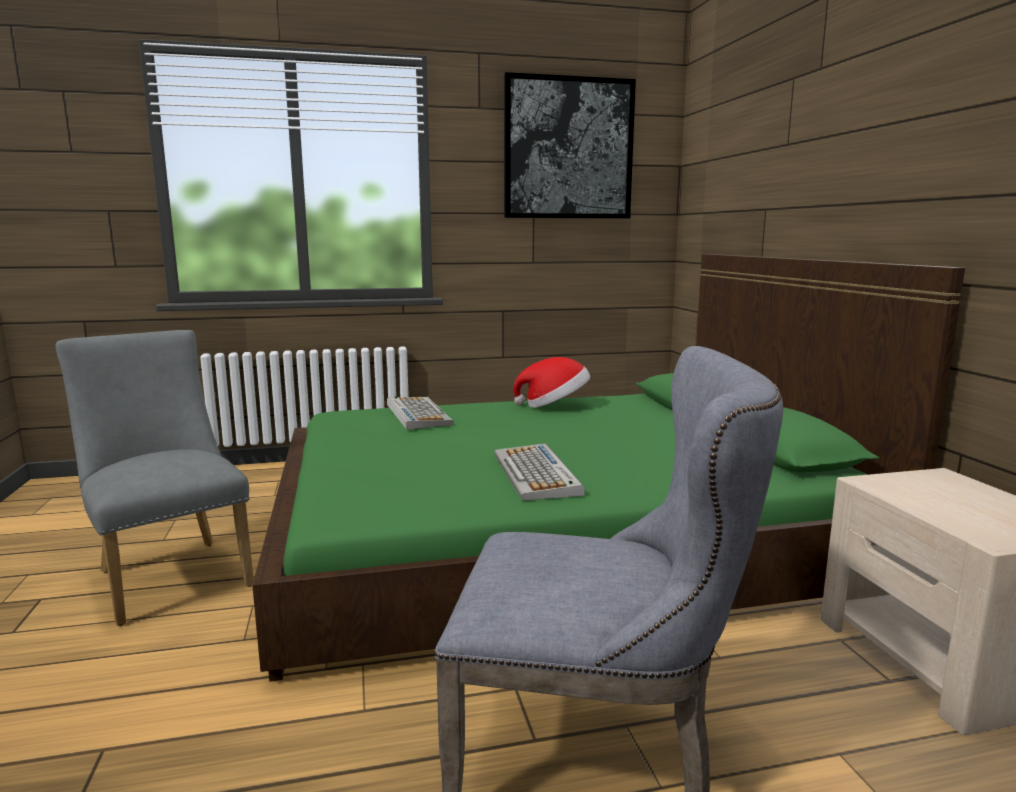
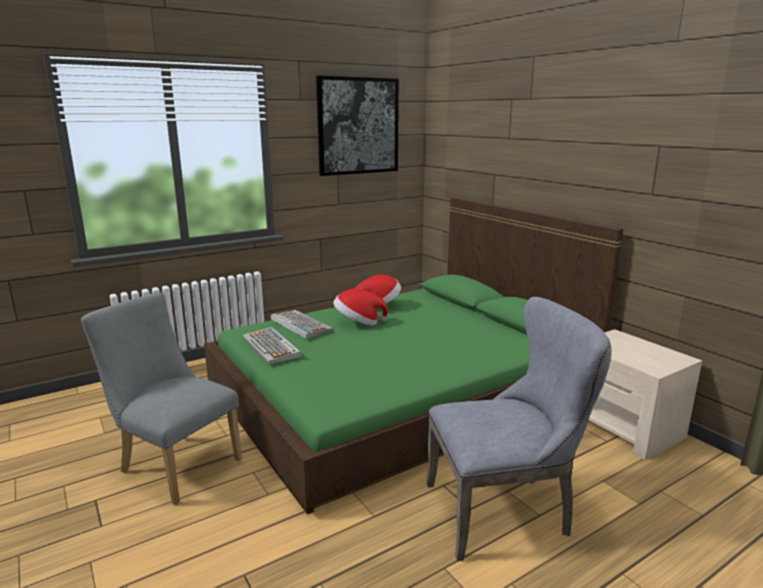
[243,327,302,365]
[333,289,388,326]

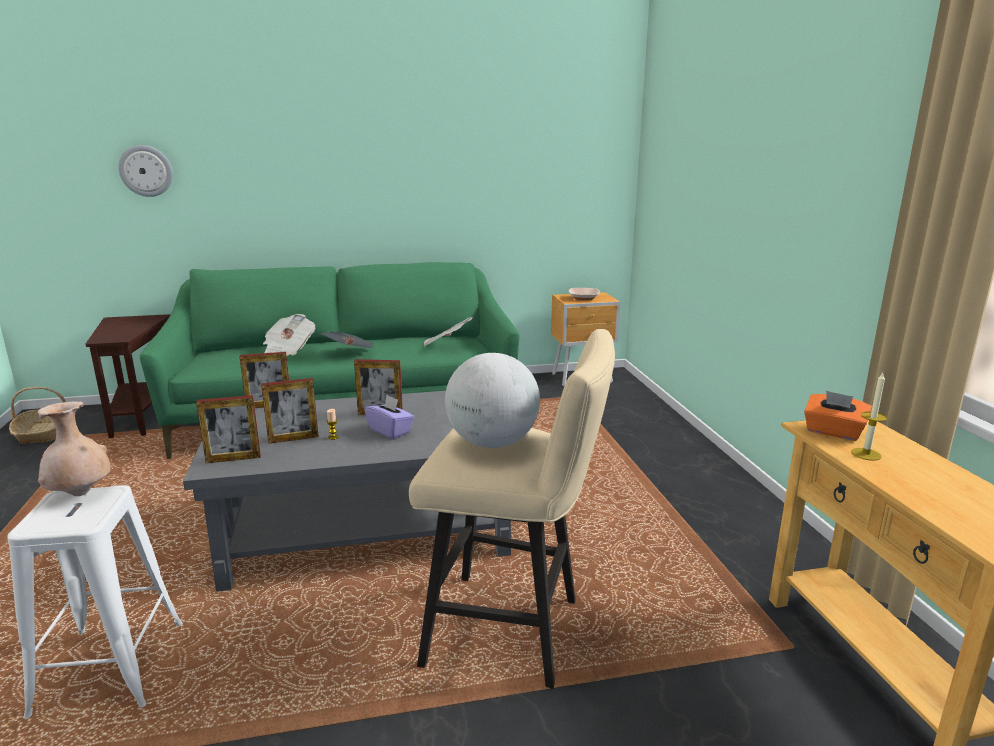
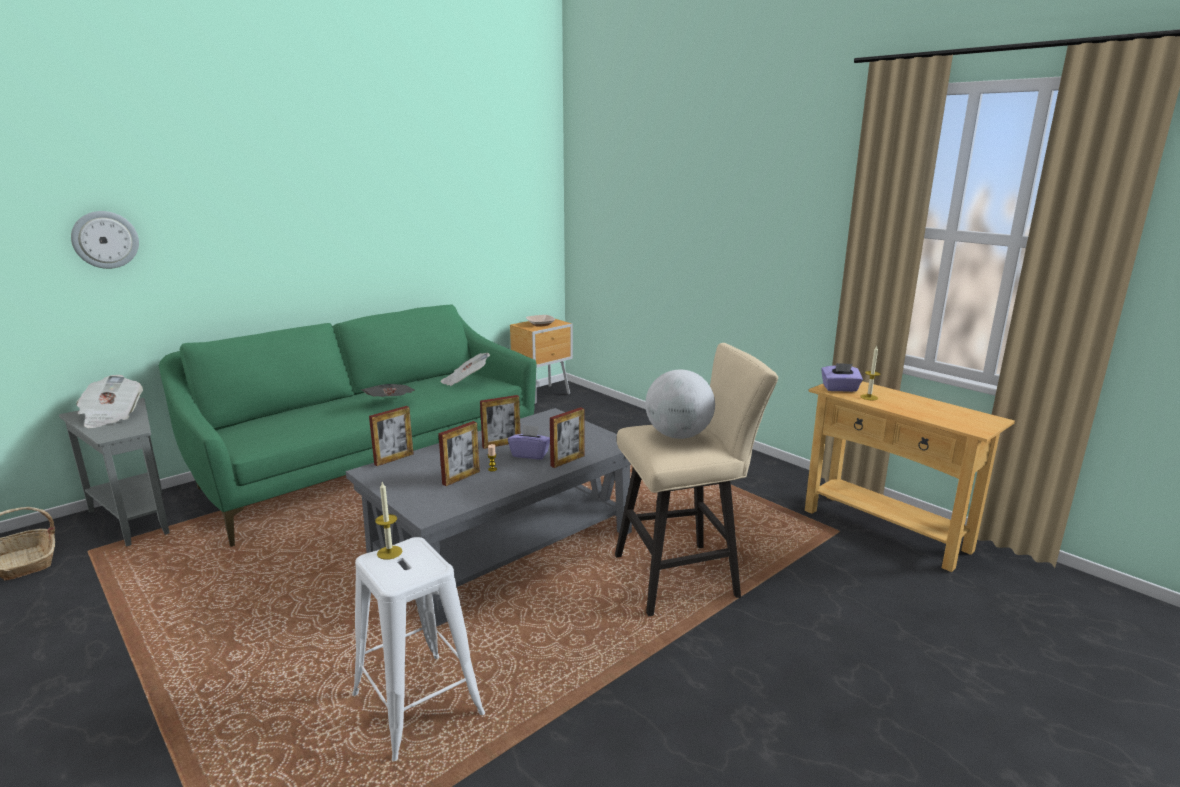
[59,398,170,547]
[76,375,143,428]
[821,363,863,392]
[550,407,584,468]
[375,482,402,560]

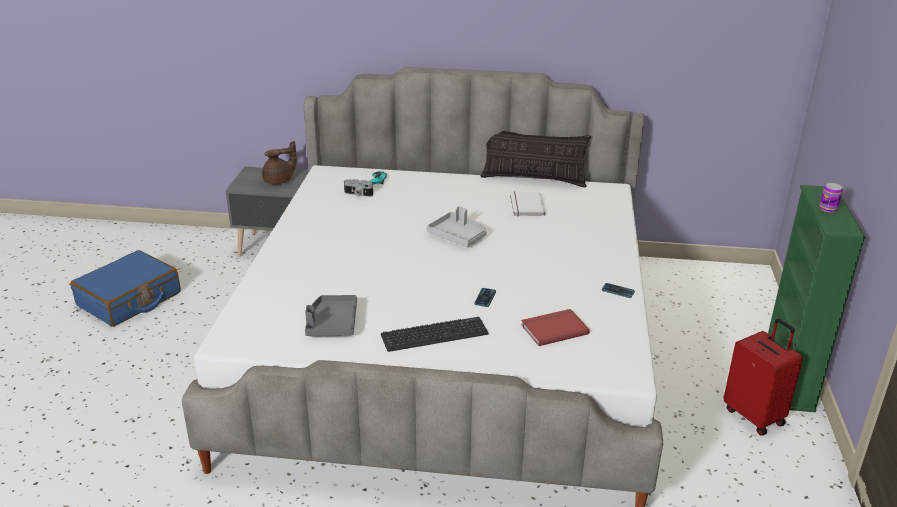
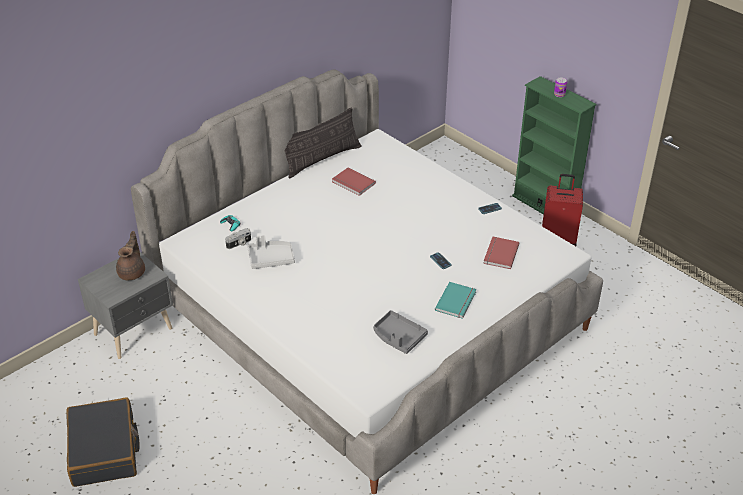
[332,168,376,196]
[247,235,295,269]
[67,397,139,487]
[435,282,476,319]

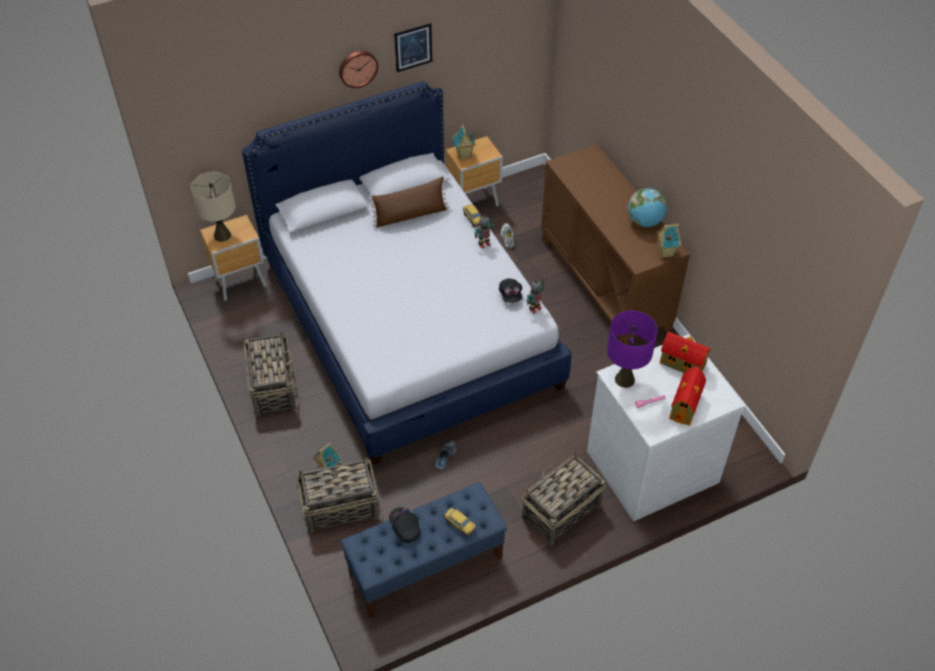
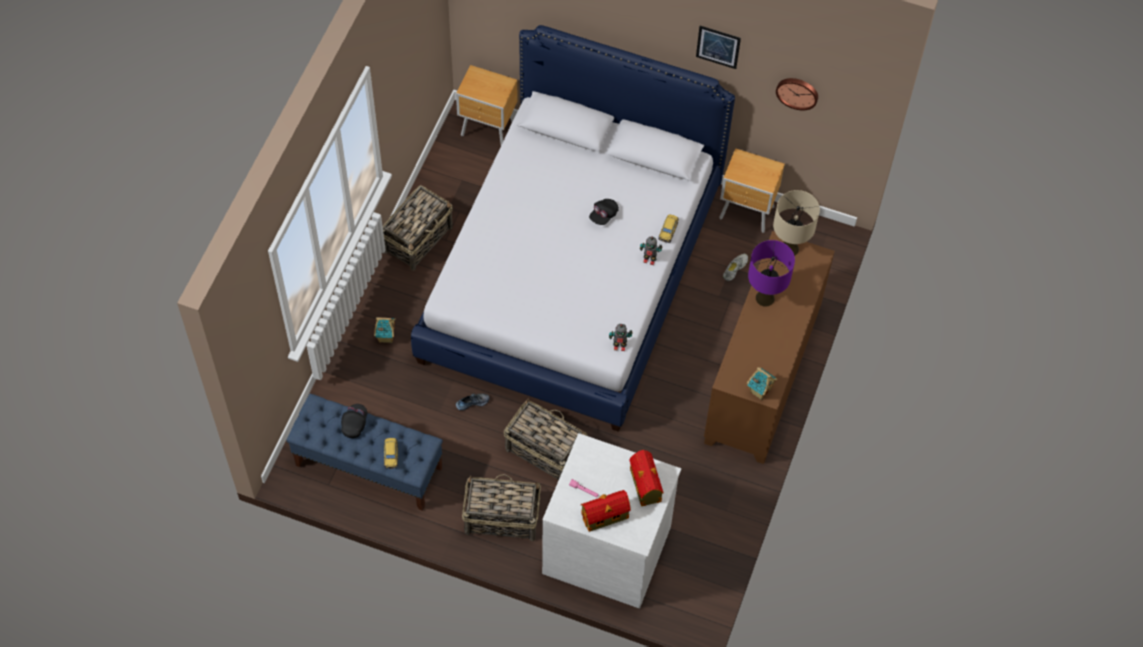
[776,78,818,110]
[453,124,476,160] (first image)
[773,190,820,256]
[369,177,449,227] (first image)
[628,188,667,227] (first image)
[589,199,619,225]
[748,240,795,307]
[504,399,587,480]

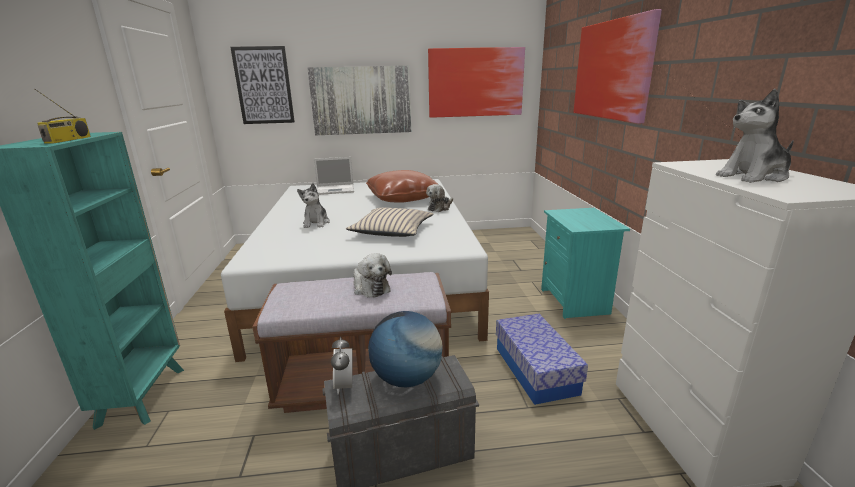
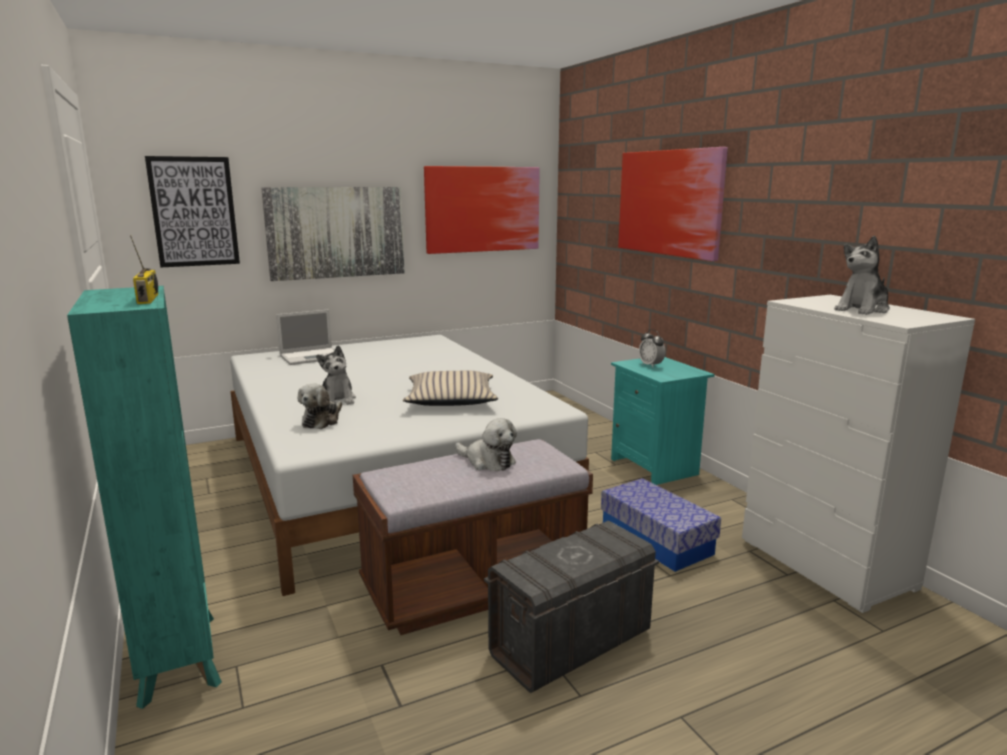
[366,170,438,202] (first image)
[298,383,342,429]
[368,311,443,387] (first image)
[639,329,666,367]

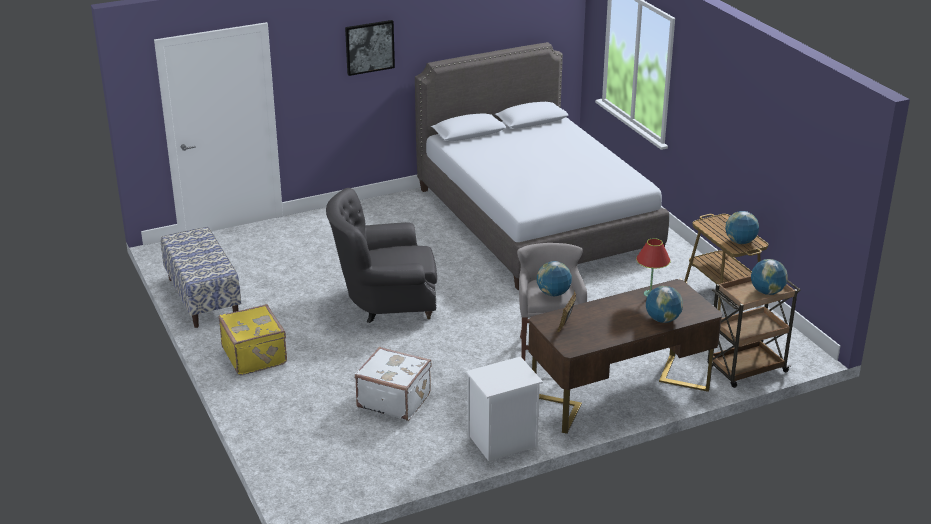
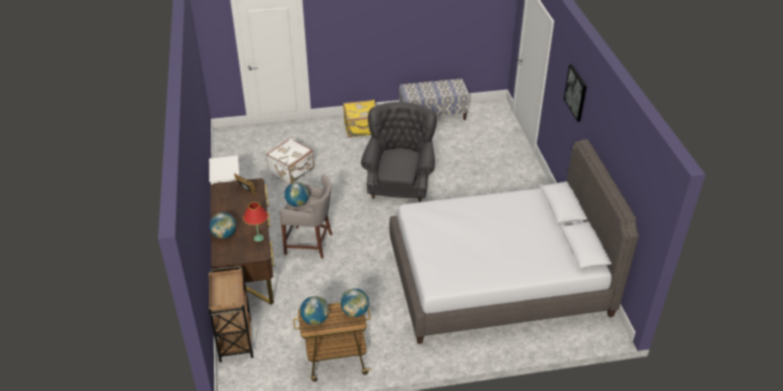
[341,288,369,317]

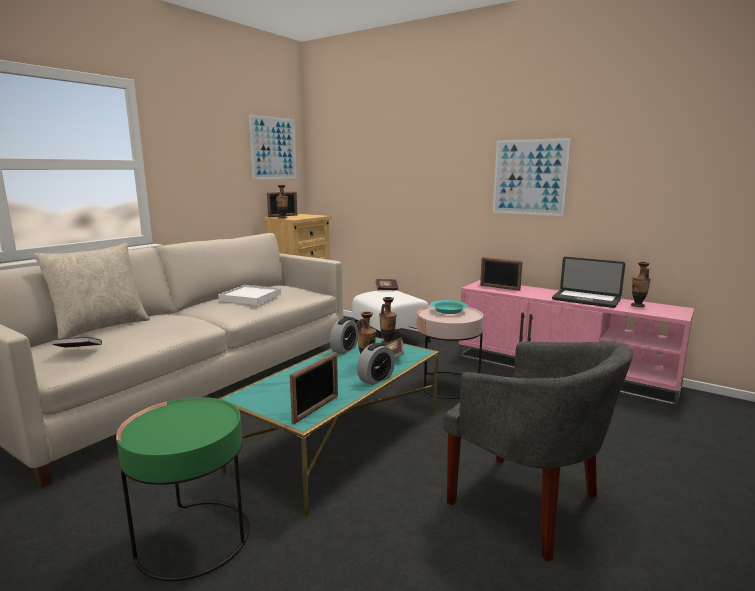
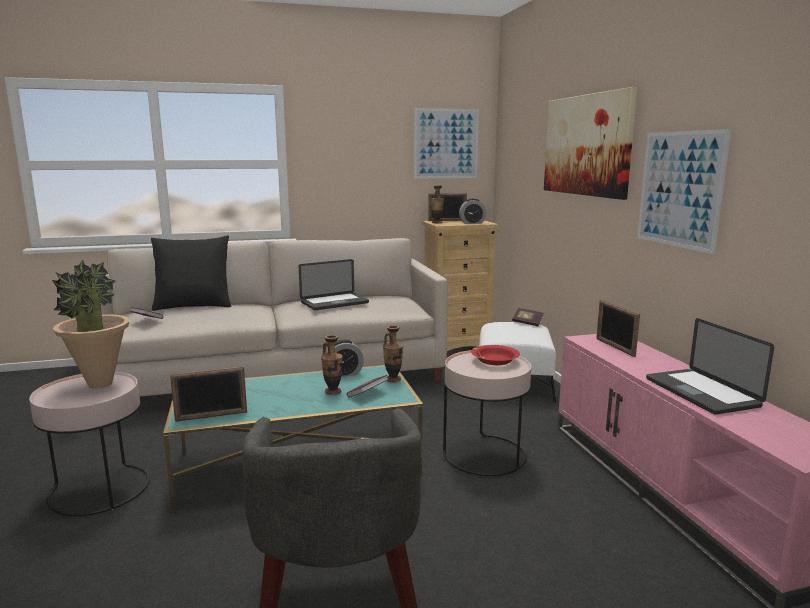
[151,236,232,311]
[631,262,651,307] (first image)
[299,259,369,310]
[471,345,520,365]
[459,199,487,224]
[29,372,150,516]
[544,87,637,200]
[52,260,130,389]

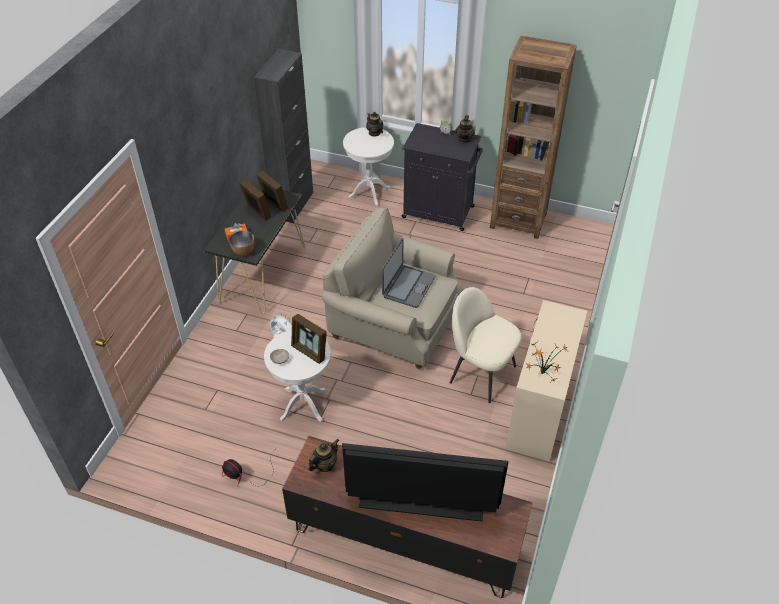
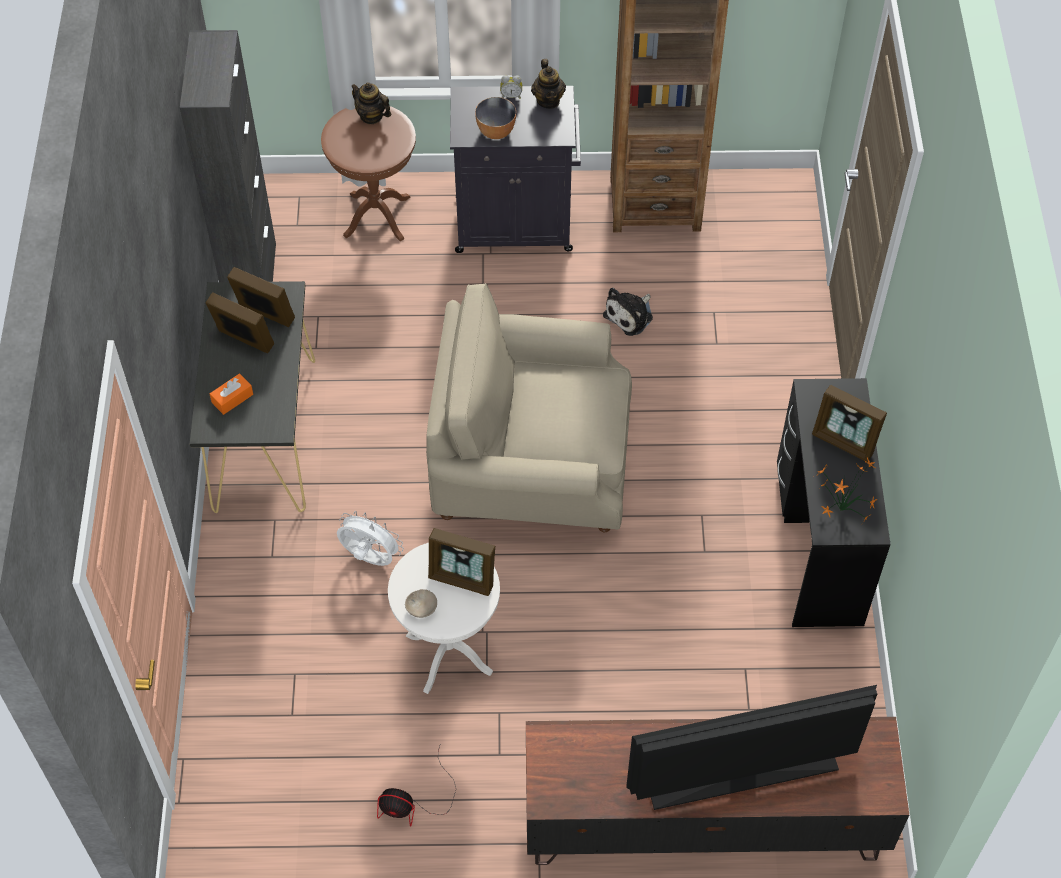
[321,106,416,241]
[475,97,516,139]
[382,238,436,308] (first image)
[450,287,522,403] (first image)
[777,378,891,627]
[309,439,339,472] (first image)
[603,288,653,336]
[812,385,887,462]

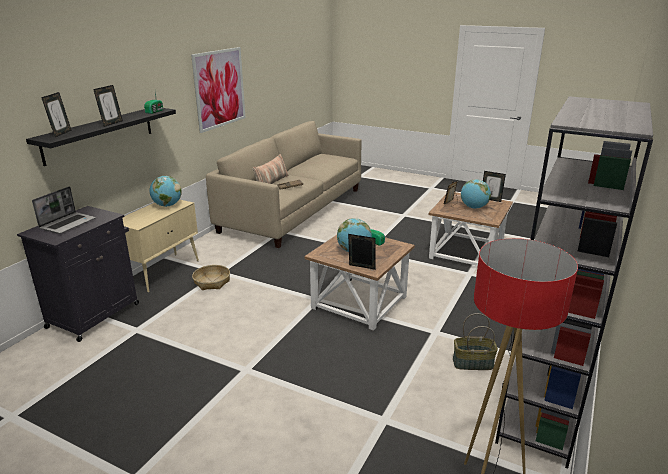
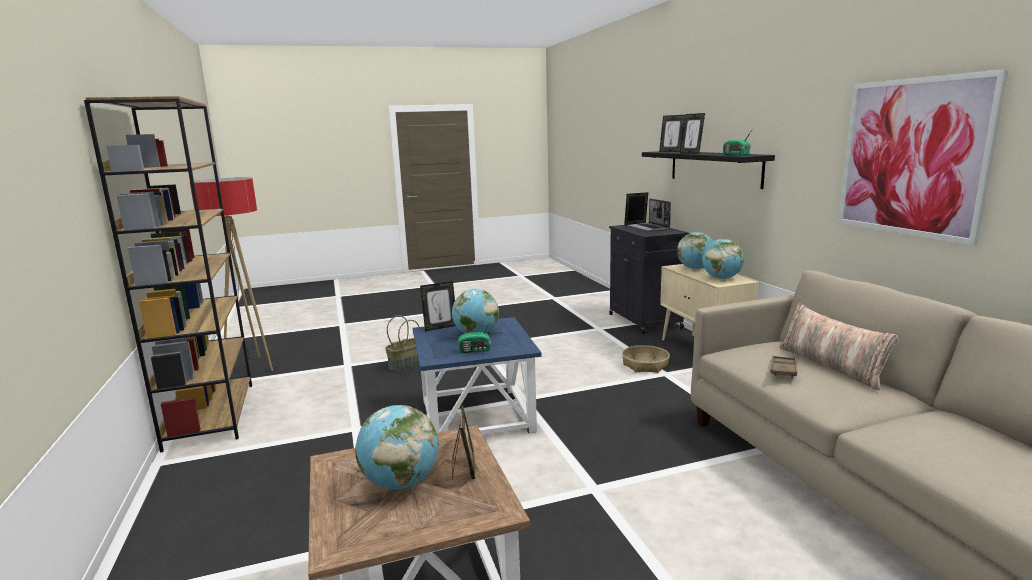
[84,96,252,453]
[624,192,648,225]
[413,317,542,435]
[385,315,419,372]
[677,232,713,269]

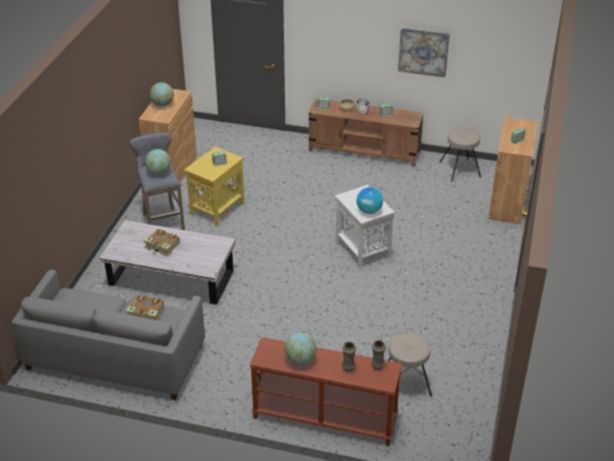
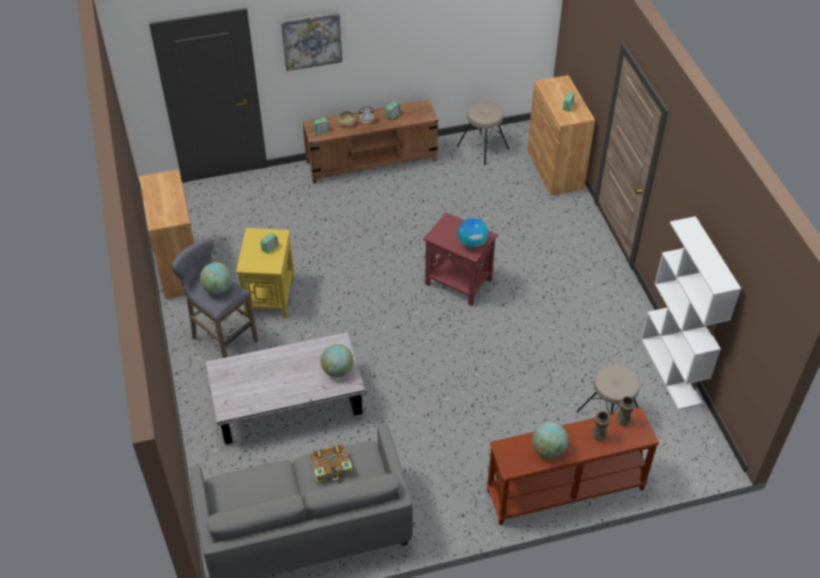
[281,12,342,71]
[321,344,354,377]
[423,212,498,306]
[144,229,180,256] (first image)
[641,216,741,410]

